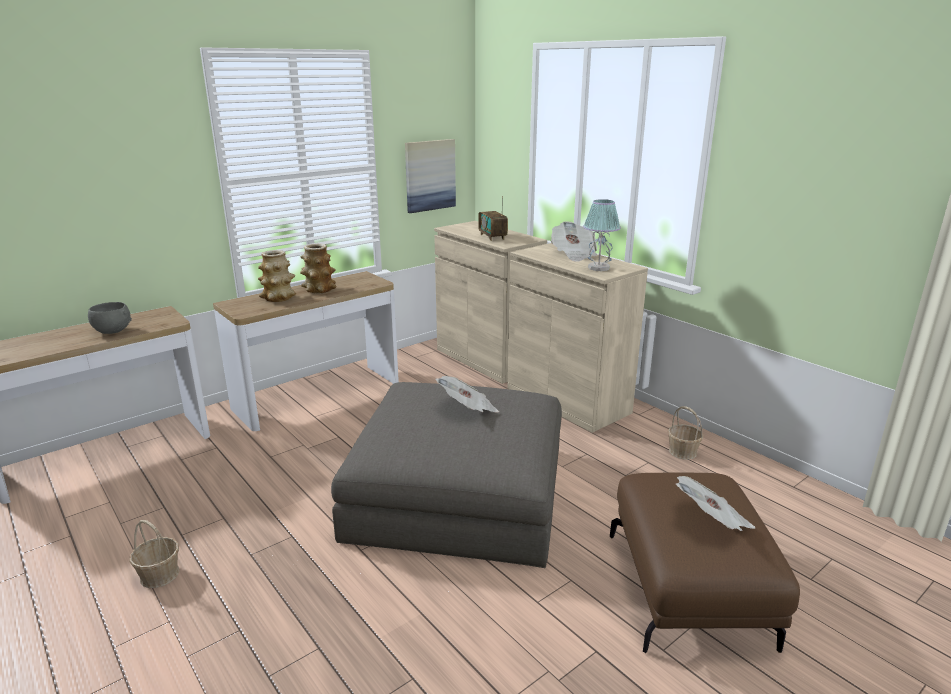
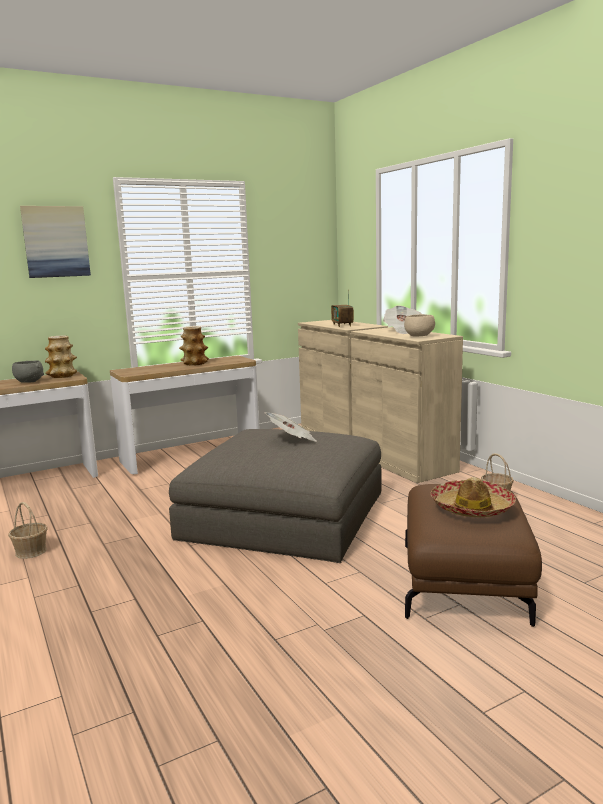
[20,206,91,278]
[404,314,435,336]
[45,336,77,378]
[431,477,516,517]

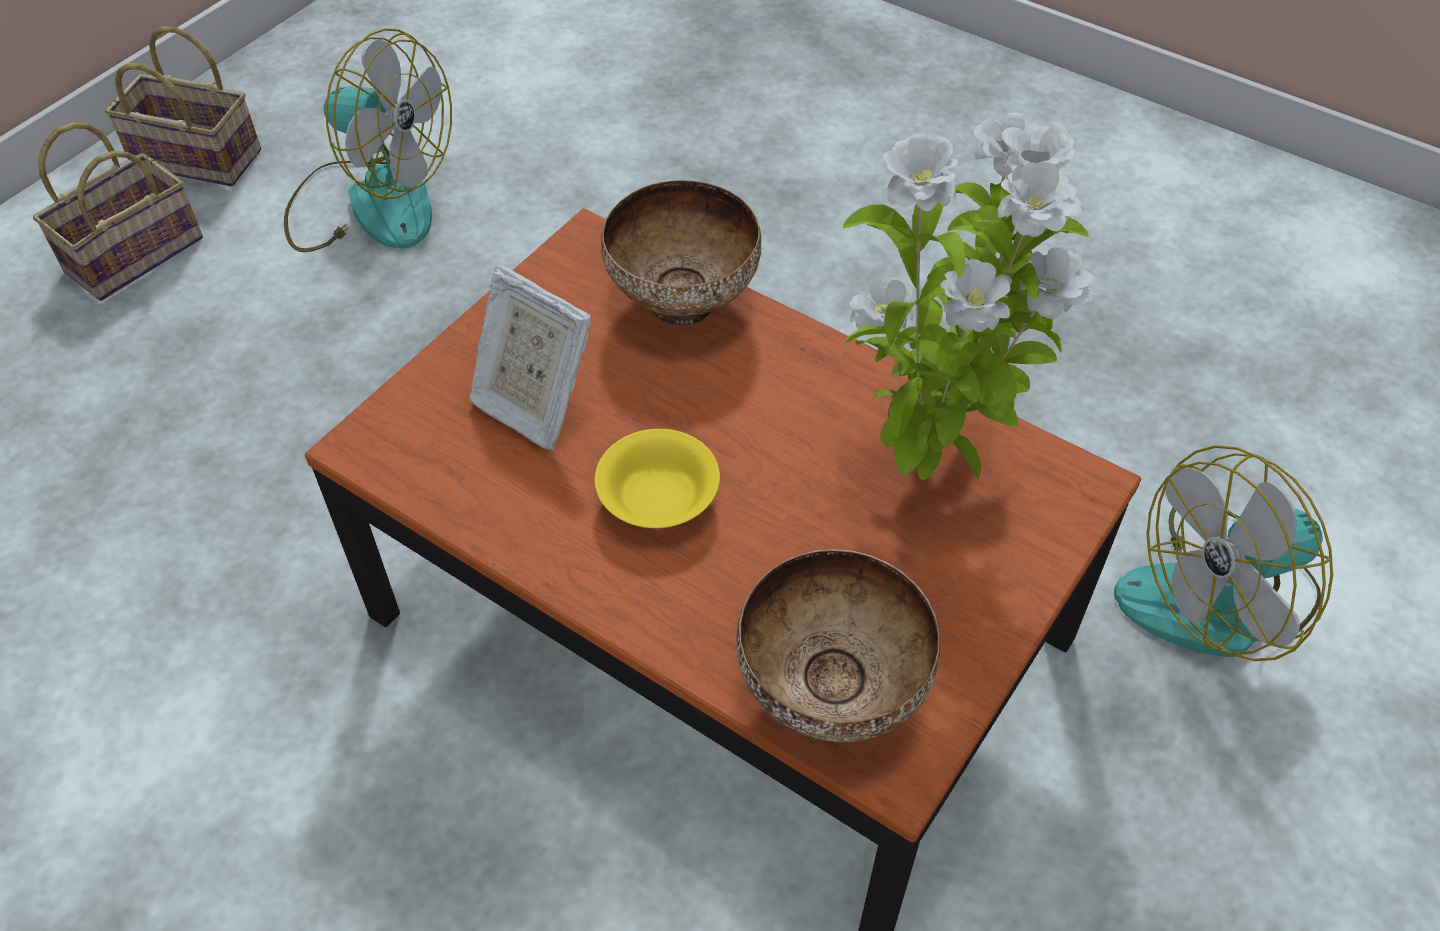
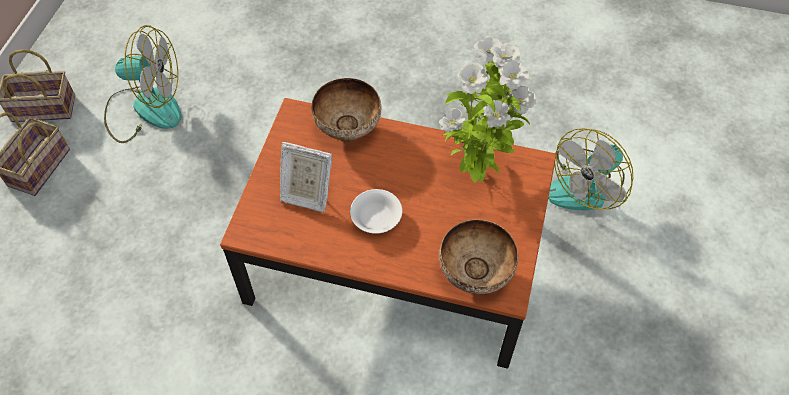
[350,189,402,234]

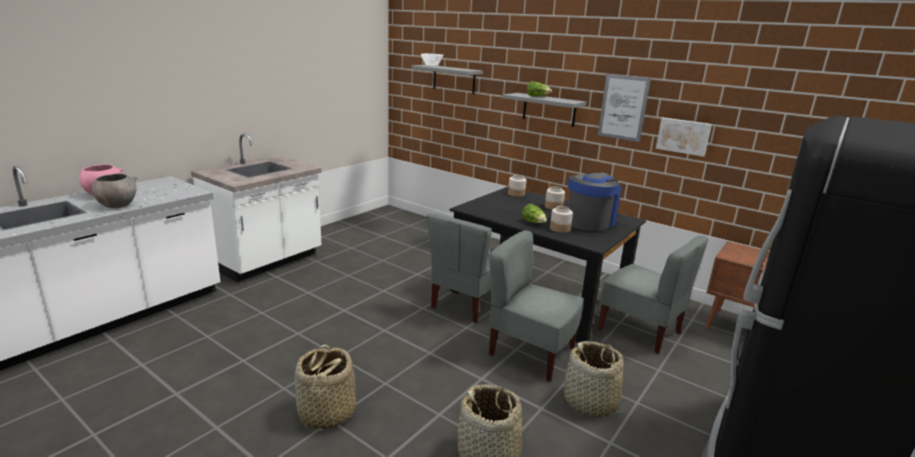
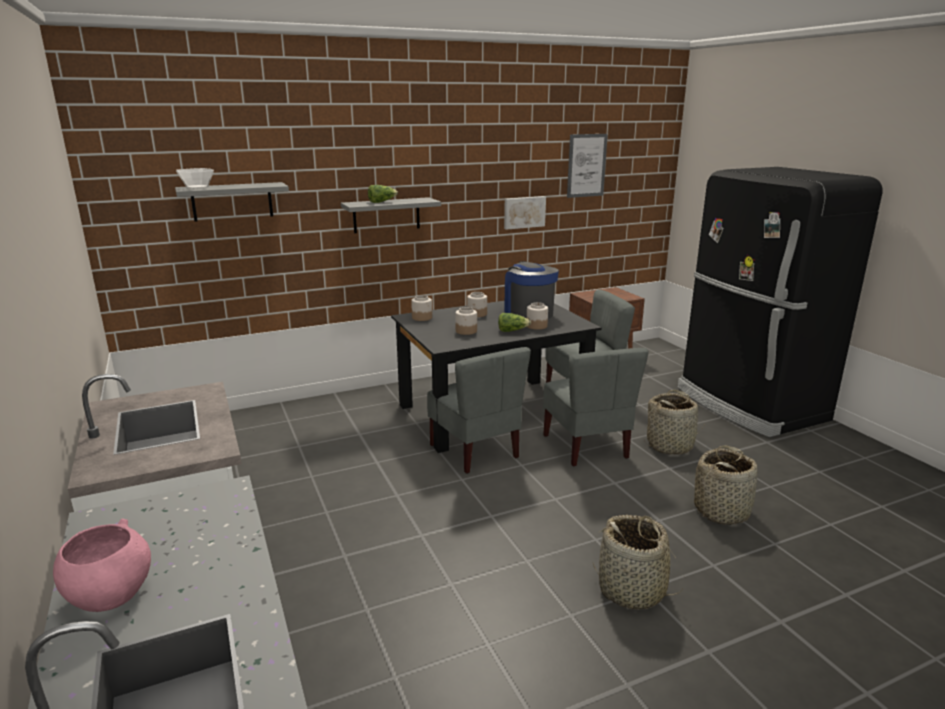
[567,134,608,198]
[92,173,137,208] (first image)
[543,348,649,467]
[455,307,477,335]

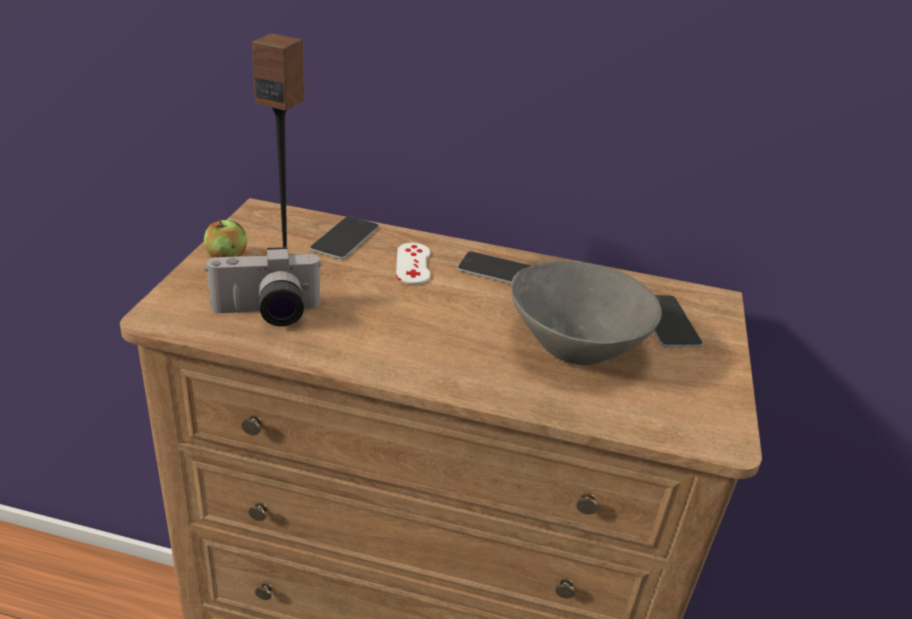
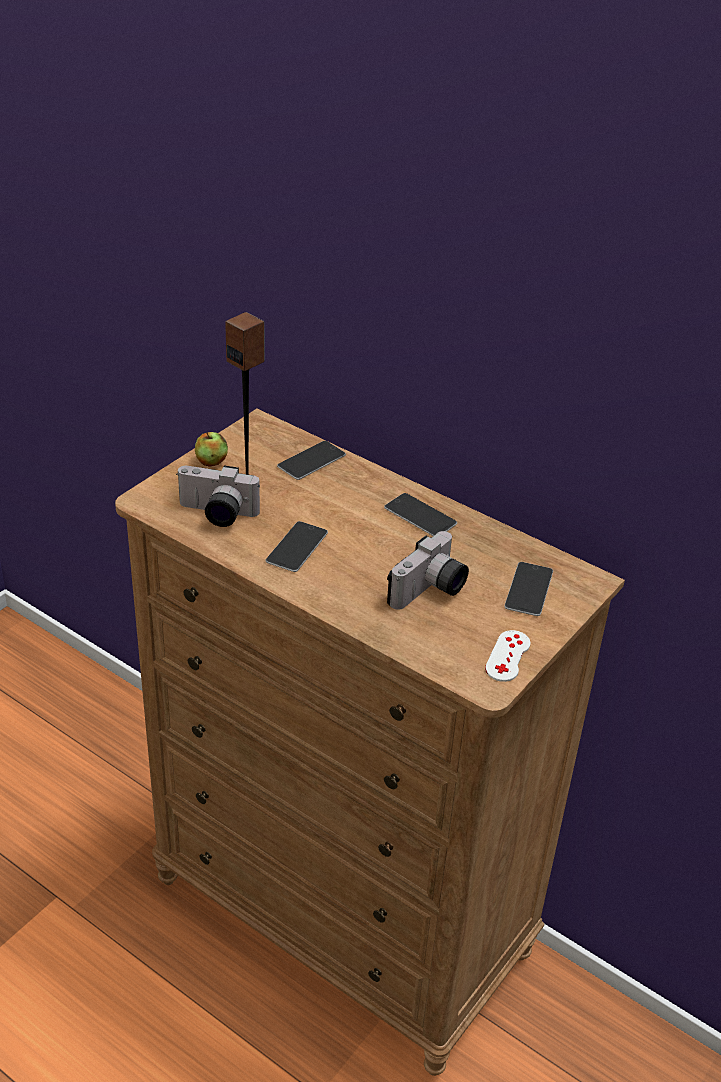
[485,630,530,682]
[387,531,469,610]
[266,521,328,572]

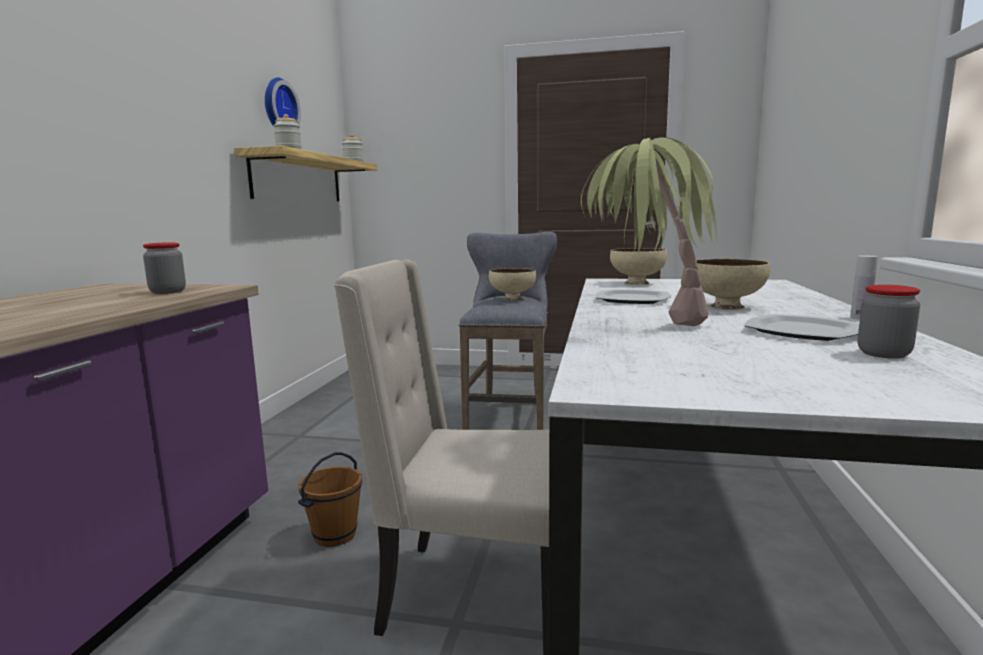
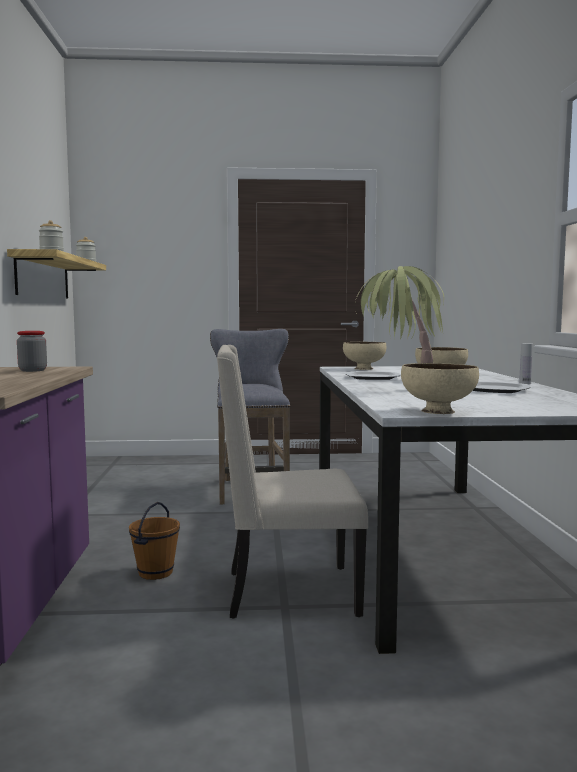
[265,77,301,127] (first image)
[401,363,479,414]
[858,285,920,359] (first image)

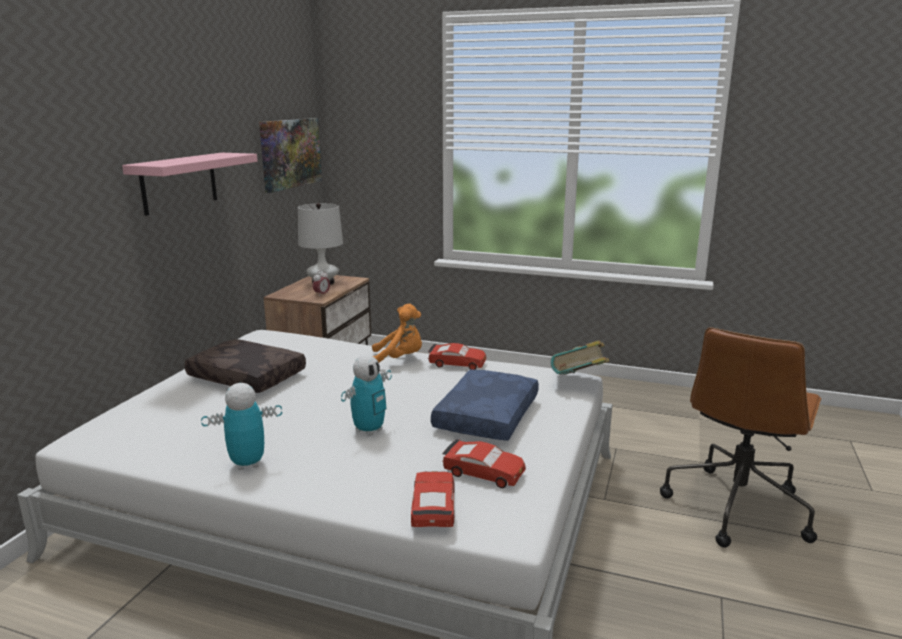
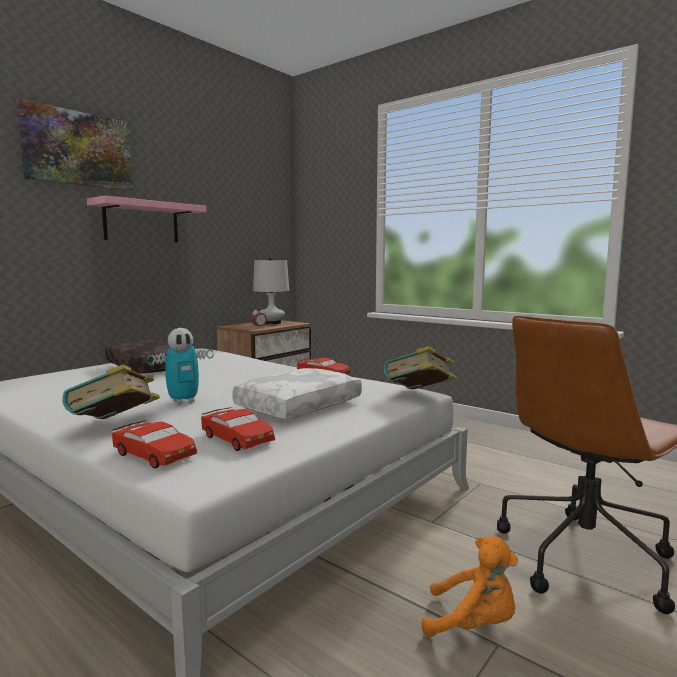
[17,99,133,191]
[422,536,518,637]
[232,368,362,419]
[201,383,282,470] (first image)
[112,421,197,468]
[62,364,160,419]

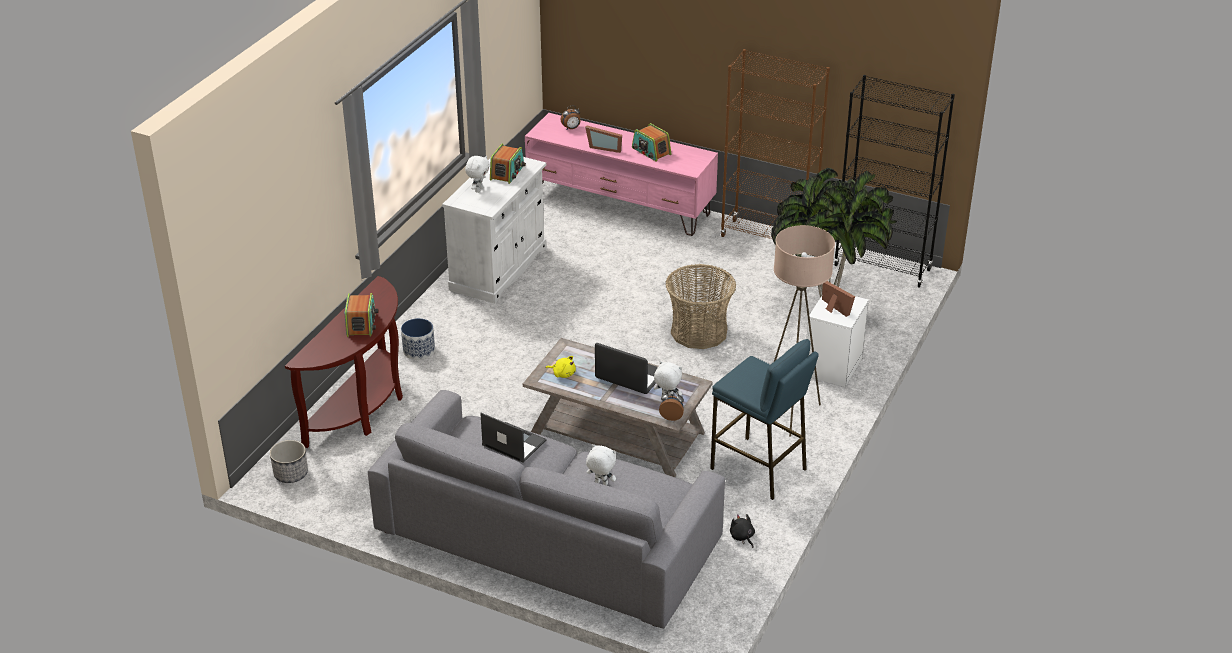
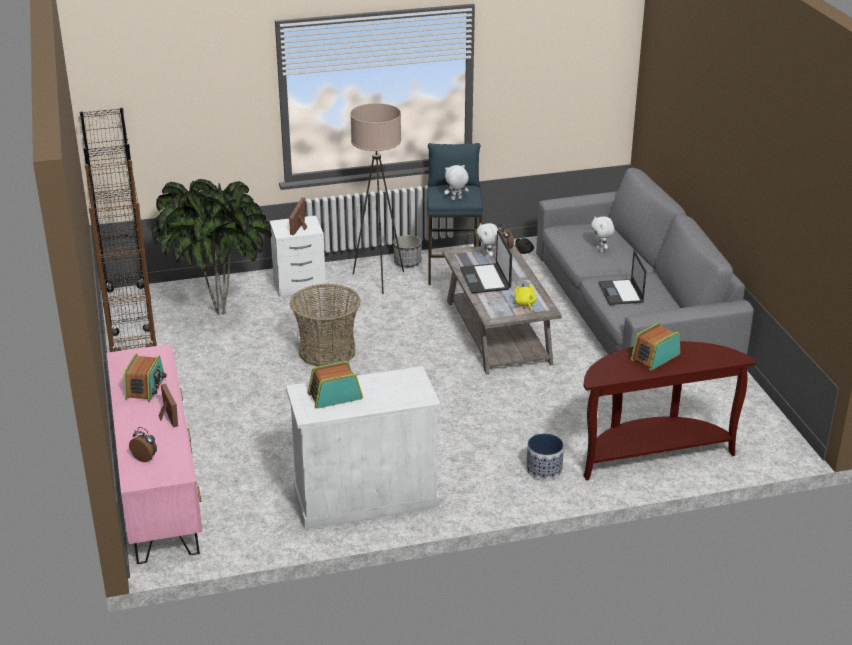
[444,165,469,200]
[393,235,422,267]

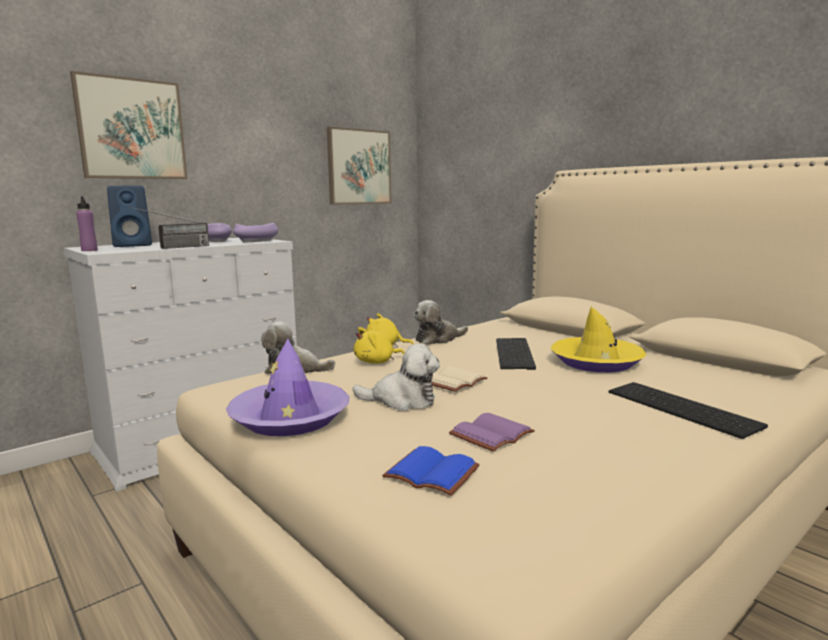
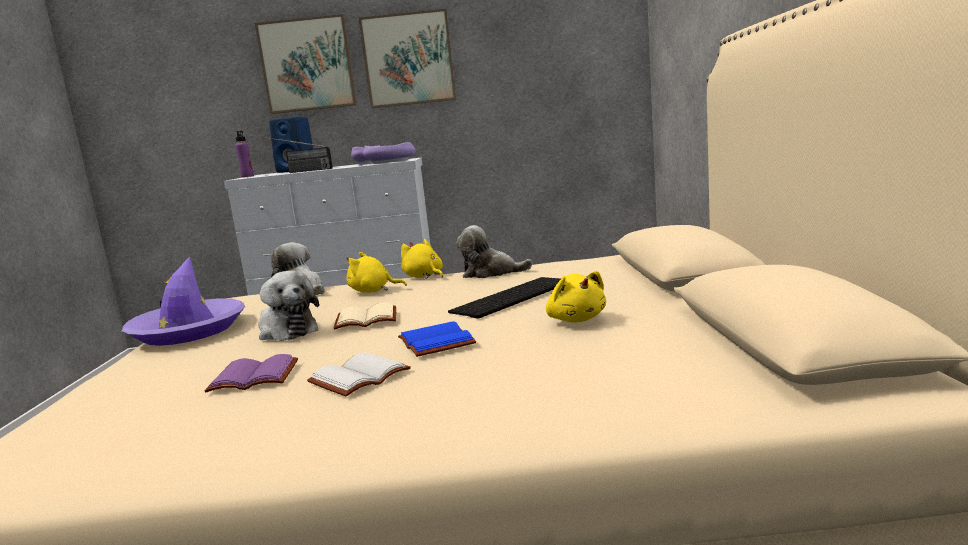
[359,9,456,108]
[546,271,606,323]
[609,382,768,439] (first image)
[398,321,476,357]
[307,353,411,396]

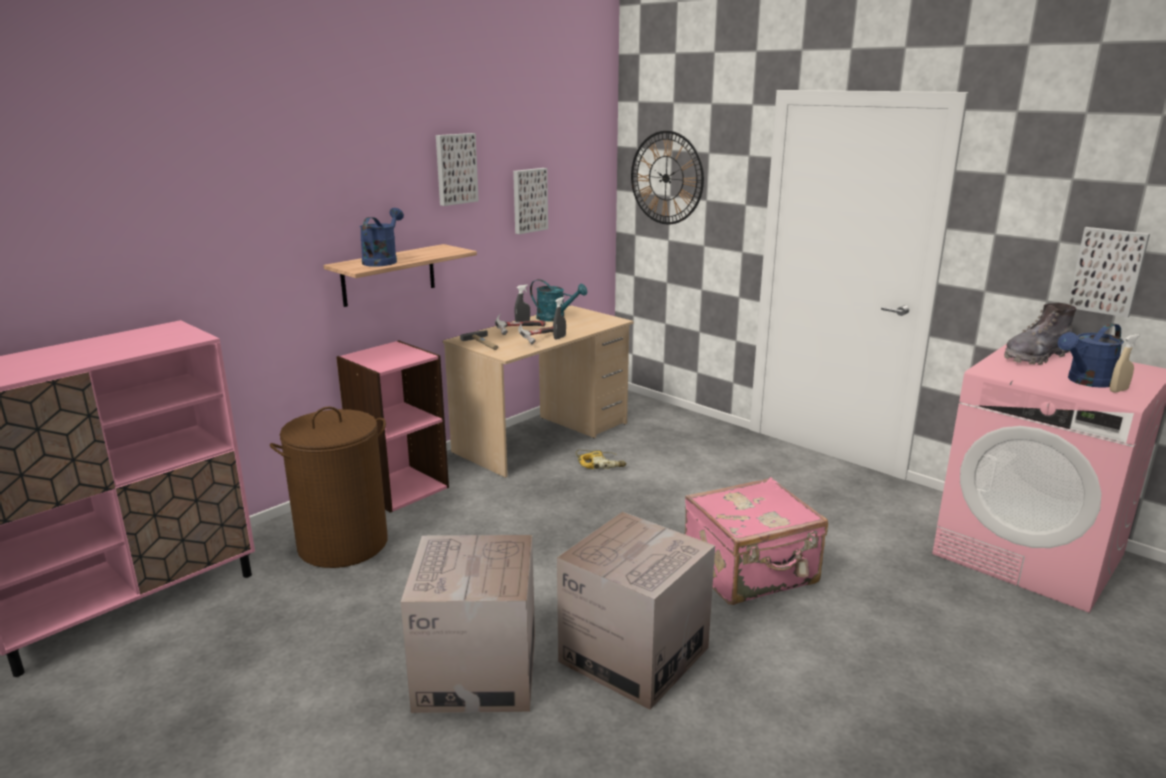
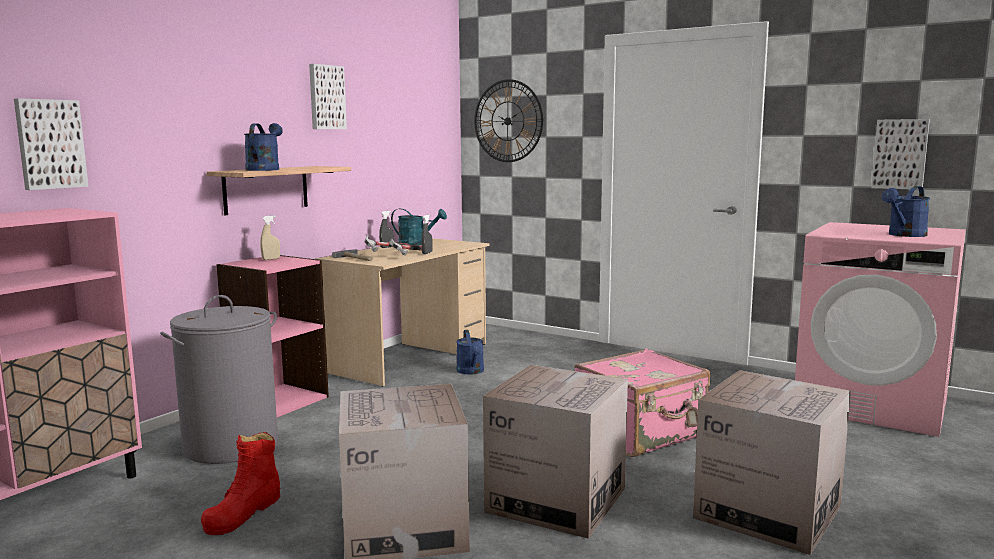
[14,98,89,190]
[1004,303,1076,365] (first image)
[260,215,280,260]
[160,295,278,464]
[456,330,484,375]
[693,370,851,555]
[201,432,280,535]

